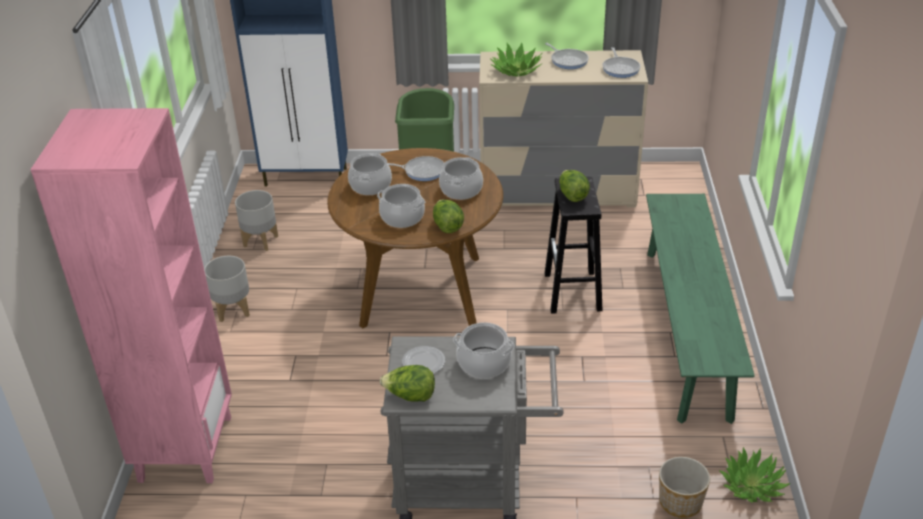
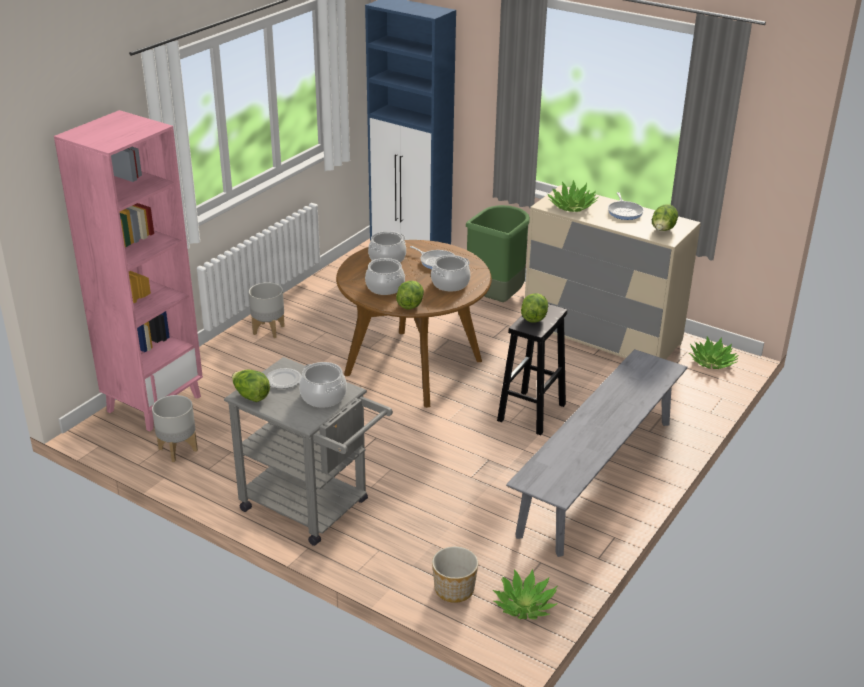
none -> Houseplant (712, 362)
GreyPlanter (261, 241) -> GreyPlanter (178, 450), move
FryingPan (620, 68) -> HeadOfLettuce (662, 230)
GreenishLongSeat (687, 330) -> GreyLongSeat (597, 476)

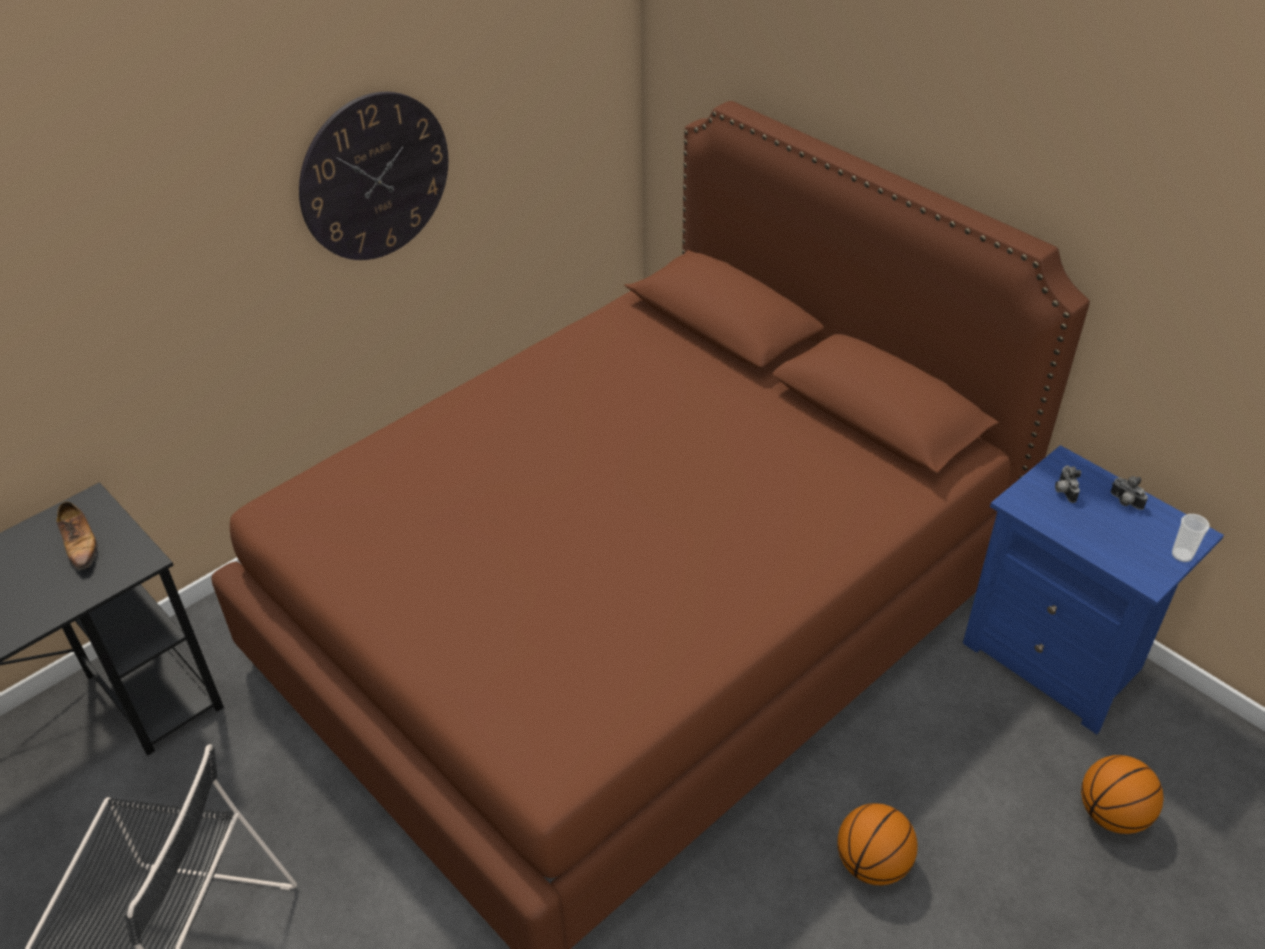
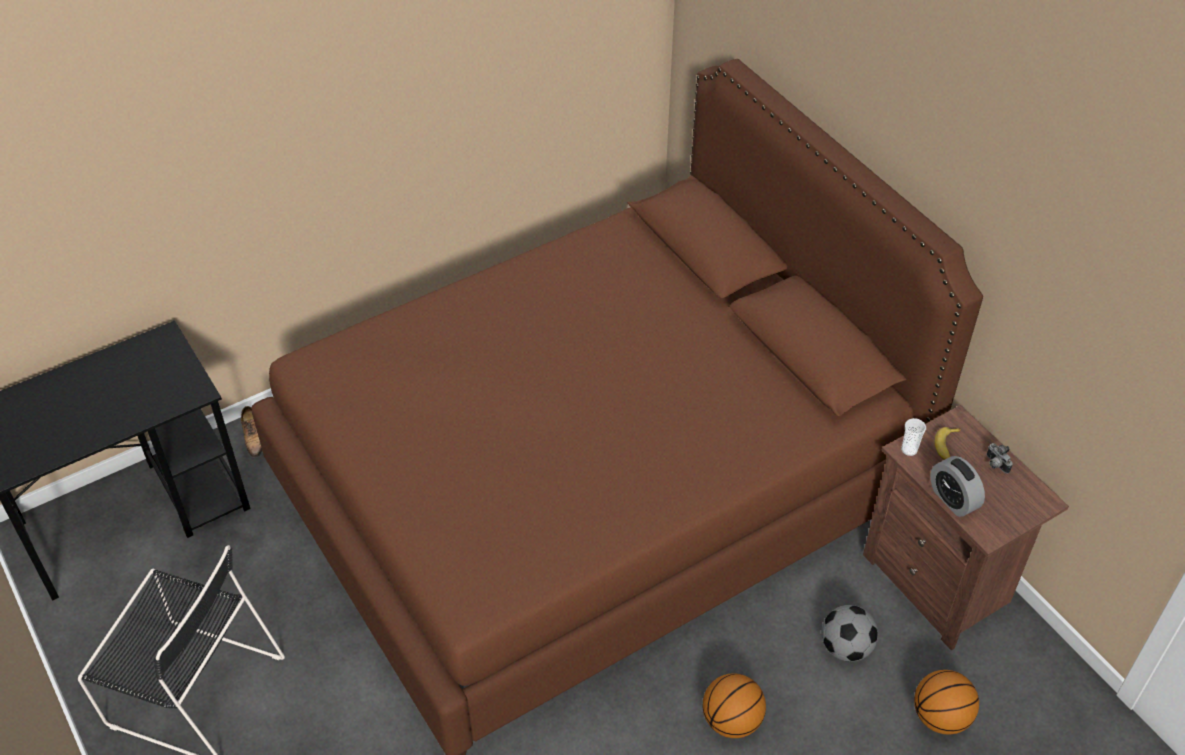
HangingClock (375, 177) -> none
none -> BallForFootball (845, 647)
none -> TableClock (953, 499)
LowShoe (80, 544) -> LowShoe (254, 437), move
DrinkingCup (1182, 555) -> DrinkingCup (909, 450), move
PhotoCamera (1063, 491) -> BananaFruit (947, 447)
BlueColouredNightTable (1058, 659) -> BrownColouredNightTable (940, 582)

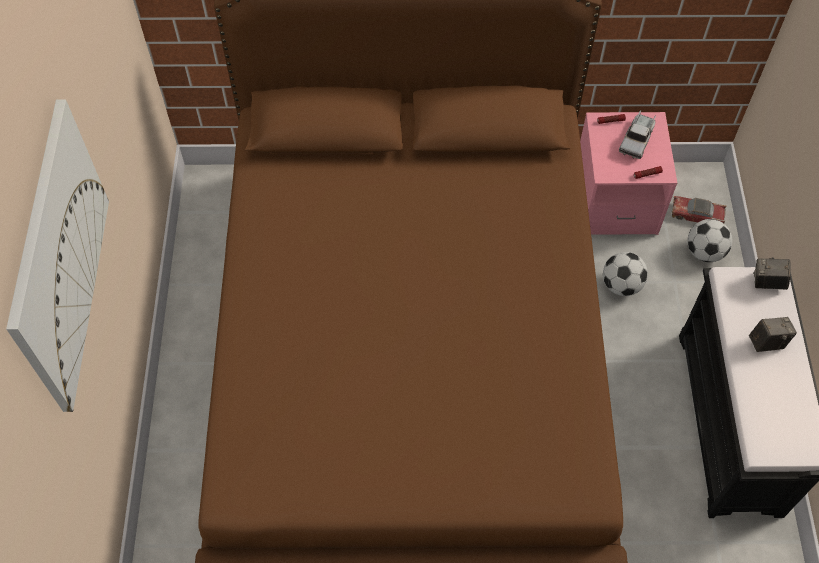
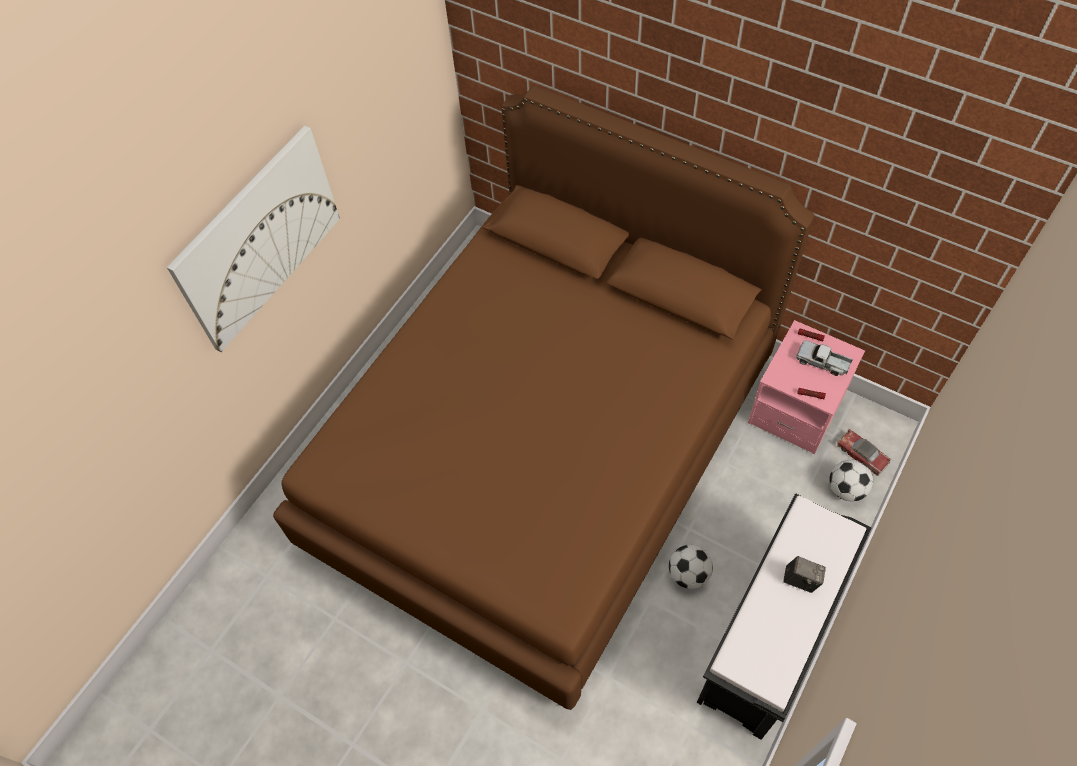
PhotoCamera (767, 282) -> none
BallForFootball (621, 285) -> BallForFootball (688, 574), move
ToyLorry (637, 139) -> ToyLorry (822, 362), 60 degrees clockwise

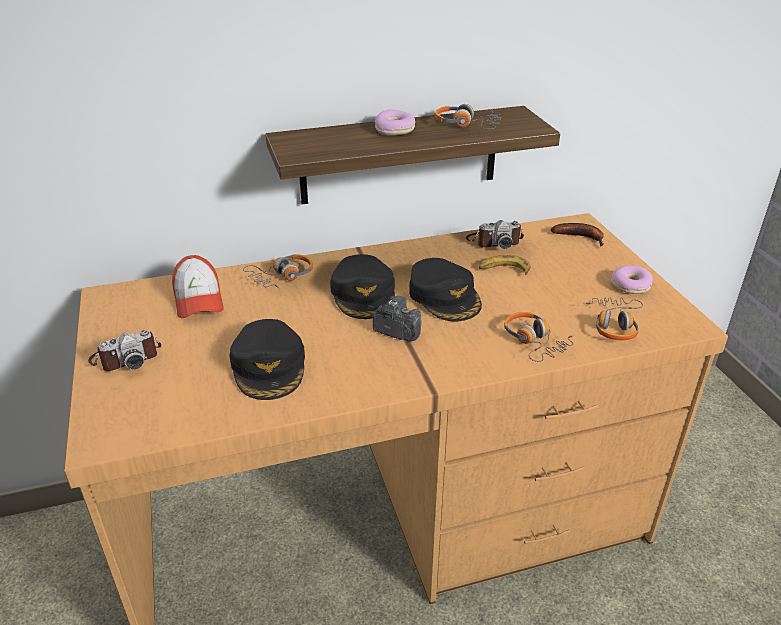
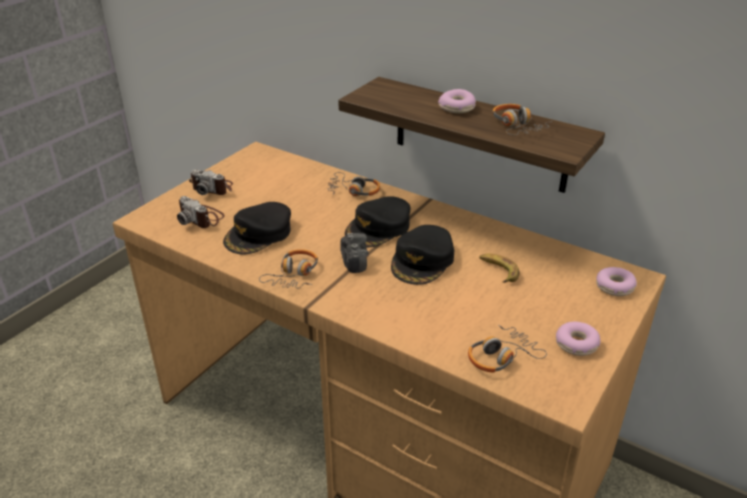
PeakedCap (198, 299) -> none
PhotoCamera (494, 241) -> PhotoCamera (201, 218), move
Headphones (534, 342) -> Headphones (294, 275), move
BananaFruit (581, 237) -> RingDoughnut (614, 287)

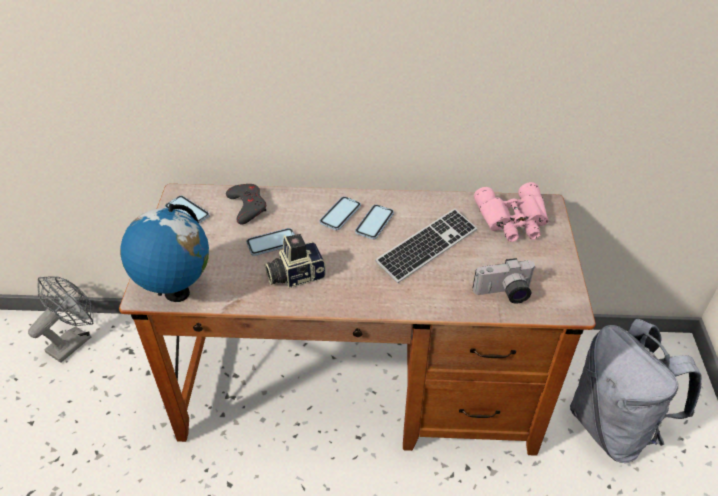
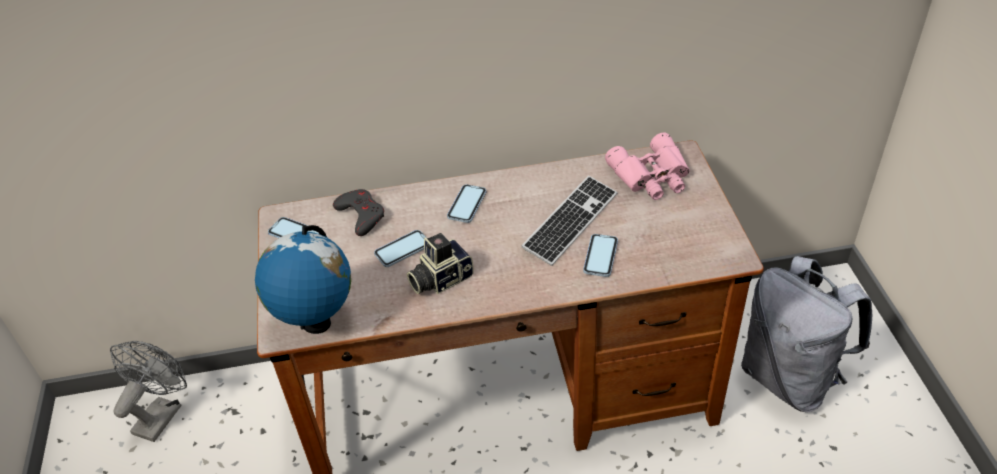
PhotoCamera (504, 294) -> none
Telephone (374, 223) -> Telephone (600, 256), move

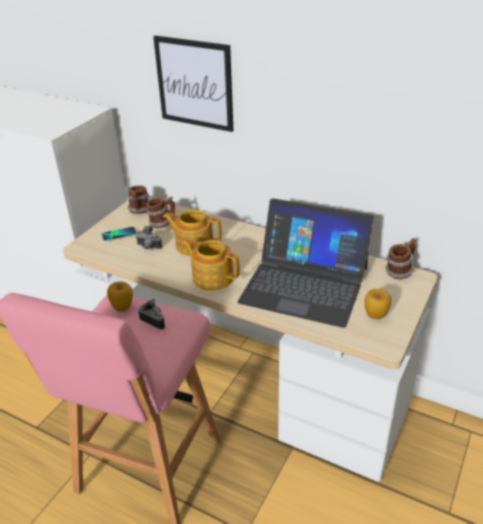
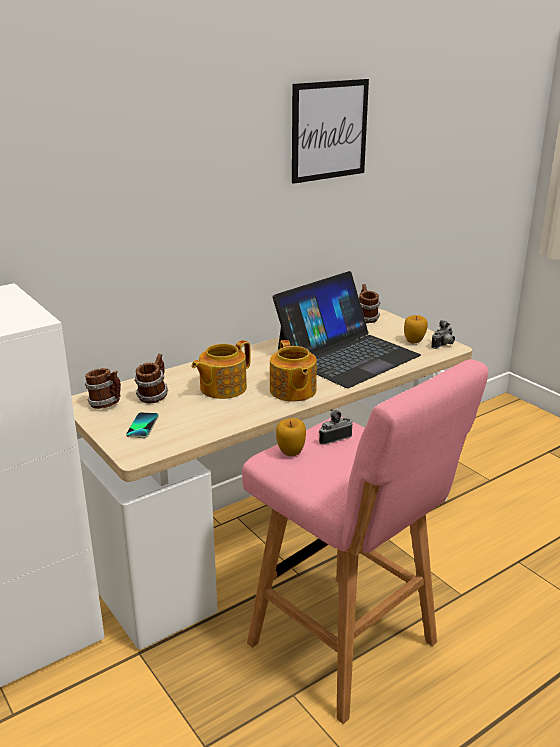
PhotoCamera (148, 247) -> PhotoCamera (443, 345), move
WallArt (194, 83) -> WallArt (329, 130), move
TeaPot (212, 277) -> TeaPot (292, 391), 75 degrees counterclockwise

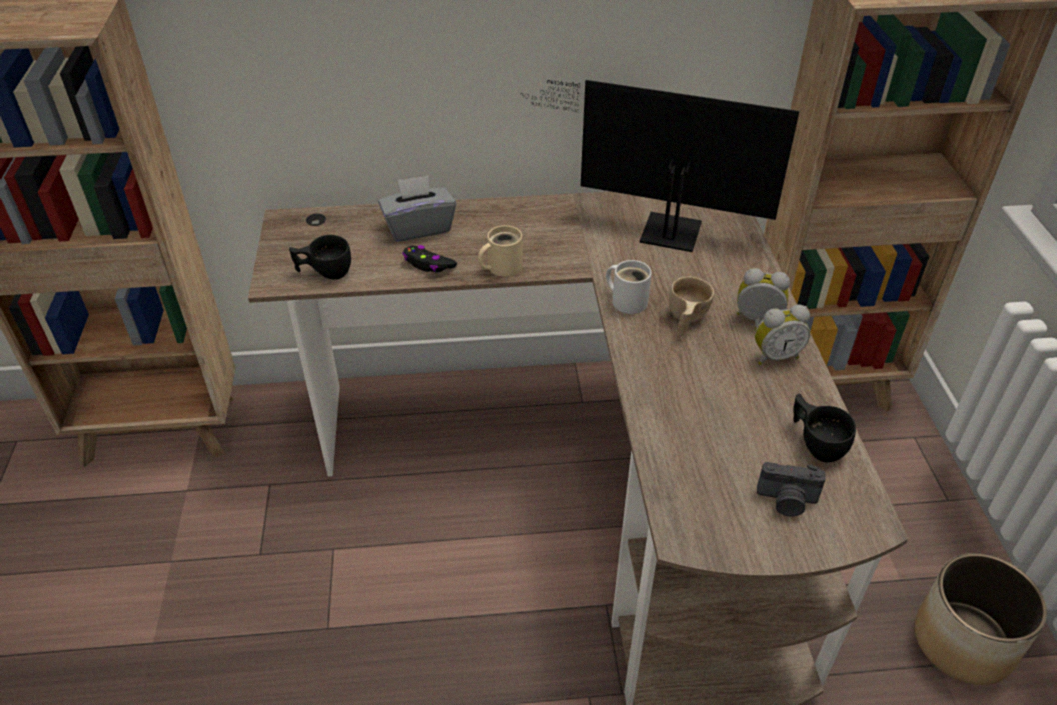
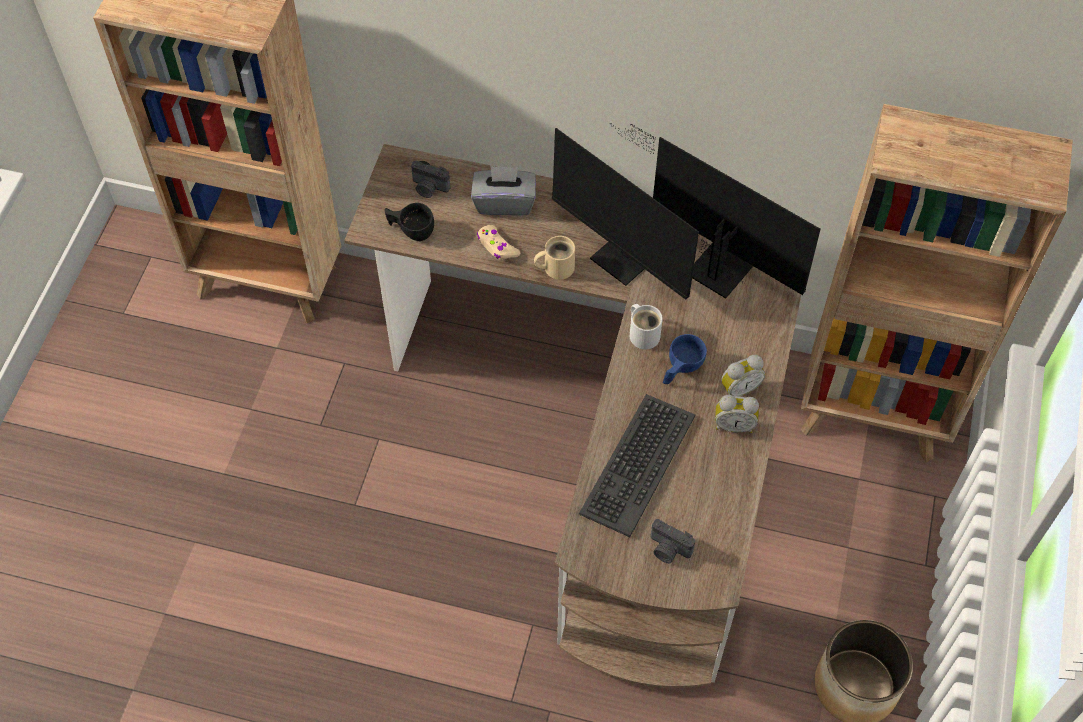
BlackColouredDrinkingCup (815, 442) -> none
none -> PhotoCamera (429, 188)
none -> ComputerDisplay (629, 264)
none -> Keyboard (636, 464)
BlackColouredJoypad (428, 264) -> SandColouredJoypad (497, 247)
SandColouredDrinkingCup (685, 321) -> BlueColouredDrinkingCup (680, 369)
TableClock (757, 322) -> TableClock (738, 388), 120 degrees clockwise

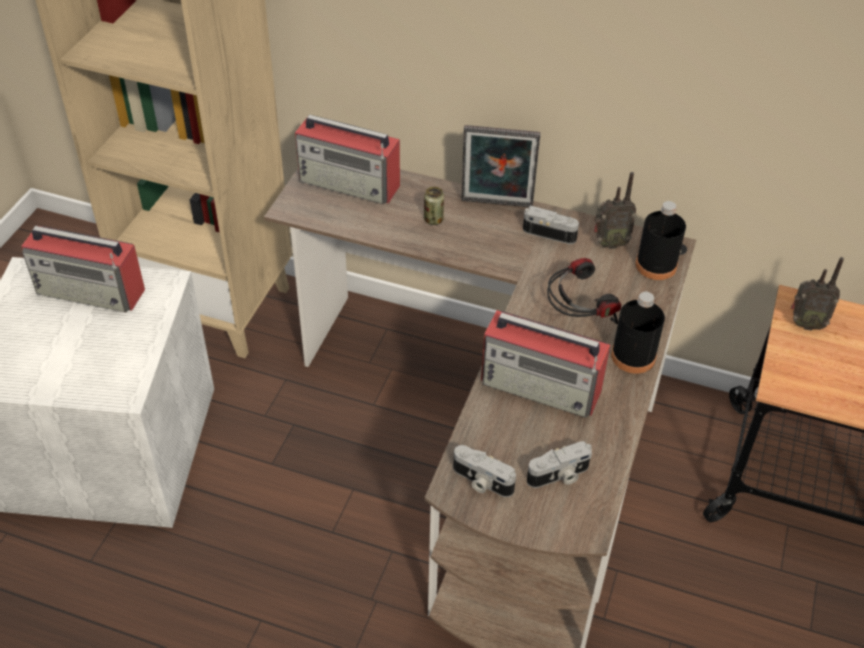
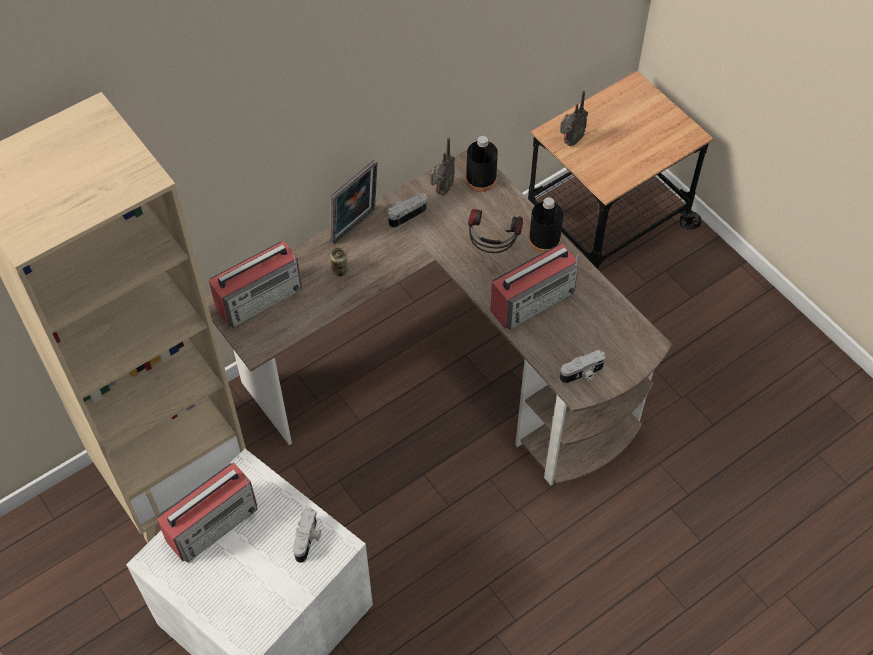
PhotoCamera (559, 476) -> PhotoCamera (308, 540), move

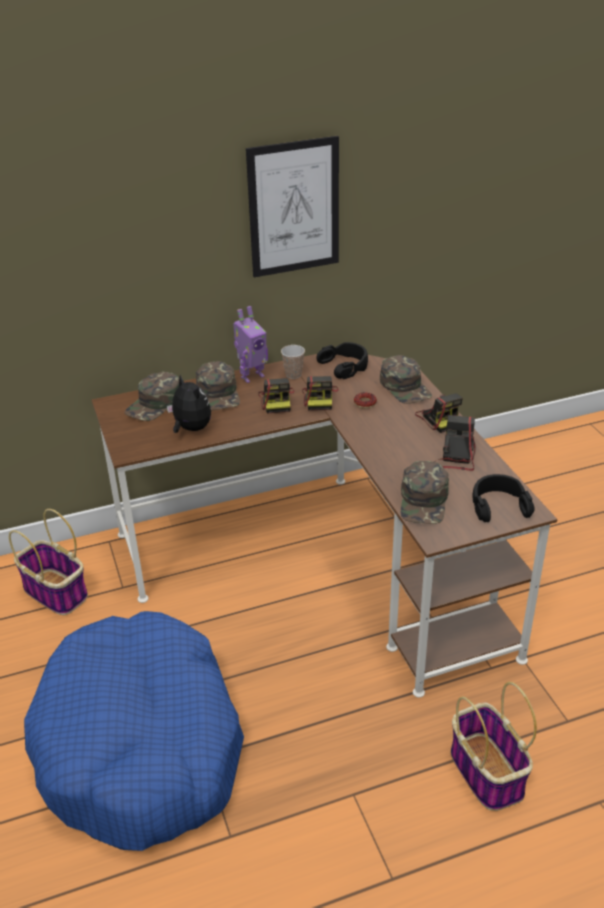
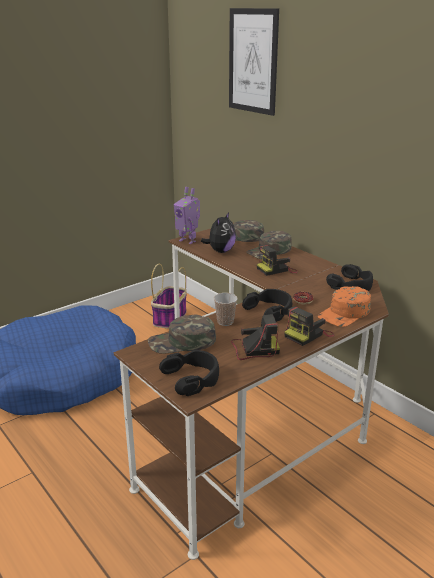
PhotoCamera (320, 398) -> none
StorageBasket (485, 771) -> none
none -> BlackColouredHeadphones (270, 311)
ToyRobot (251, 376) -> ToyRobot (188, 241), move
WallArt (294, 207) -> WallArt (253, 61), move
DrinkingCup (293, 374) -> DrinkingCup (225, 322), move
GreenishPeakedCap (405, 387) -> OrangePeakedCap (345, 313)

